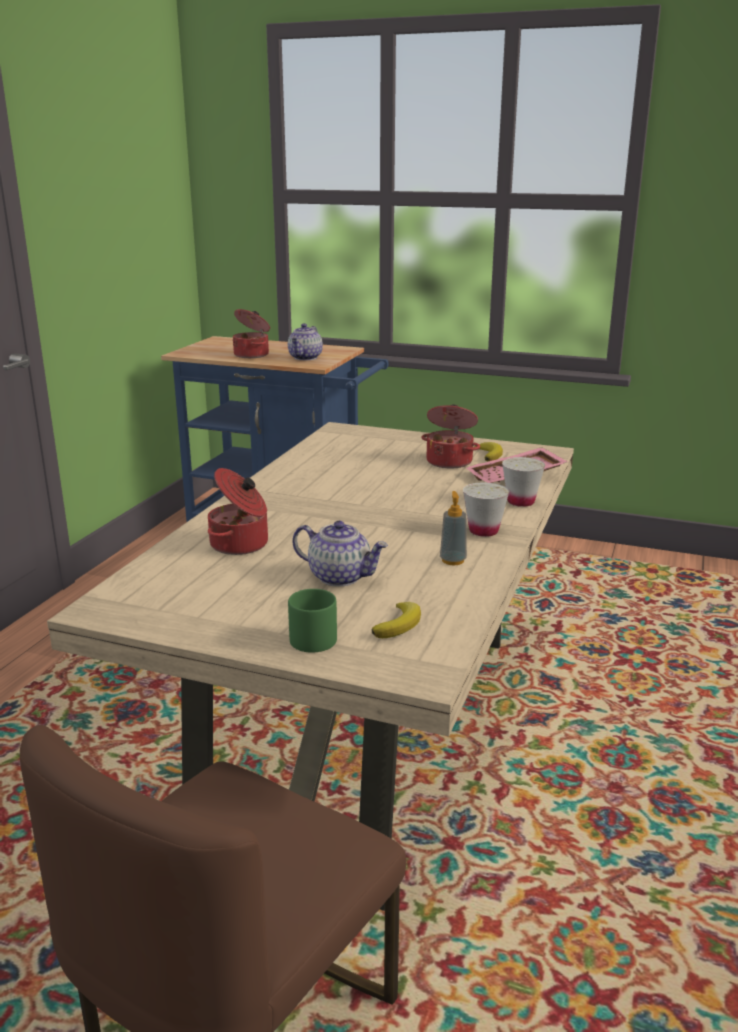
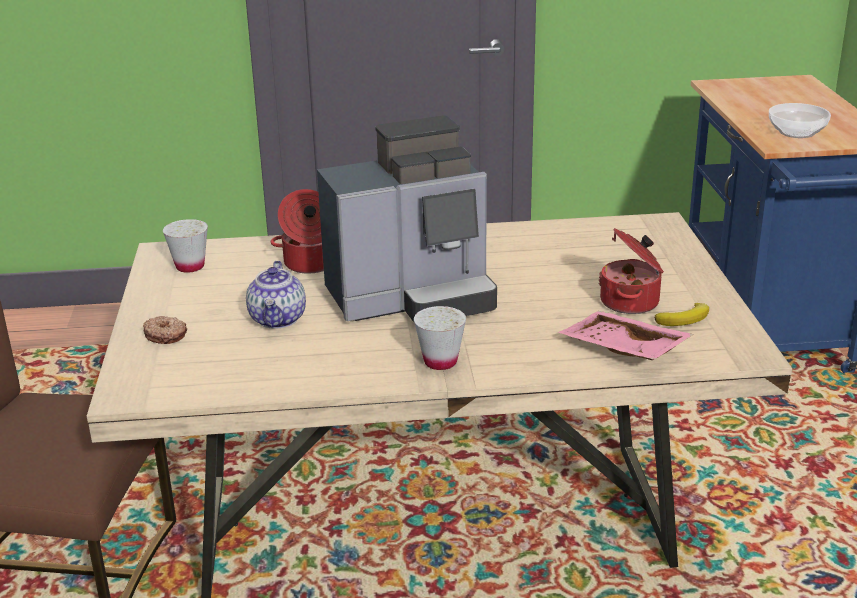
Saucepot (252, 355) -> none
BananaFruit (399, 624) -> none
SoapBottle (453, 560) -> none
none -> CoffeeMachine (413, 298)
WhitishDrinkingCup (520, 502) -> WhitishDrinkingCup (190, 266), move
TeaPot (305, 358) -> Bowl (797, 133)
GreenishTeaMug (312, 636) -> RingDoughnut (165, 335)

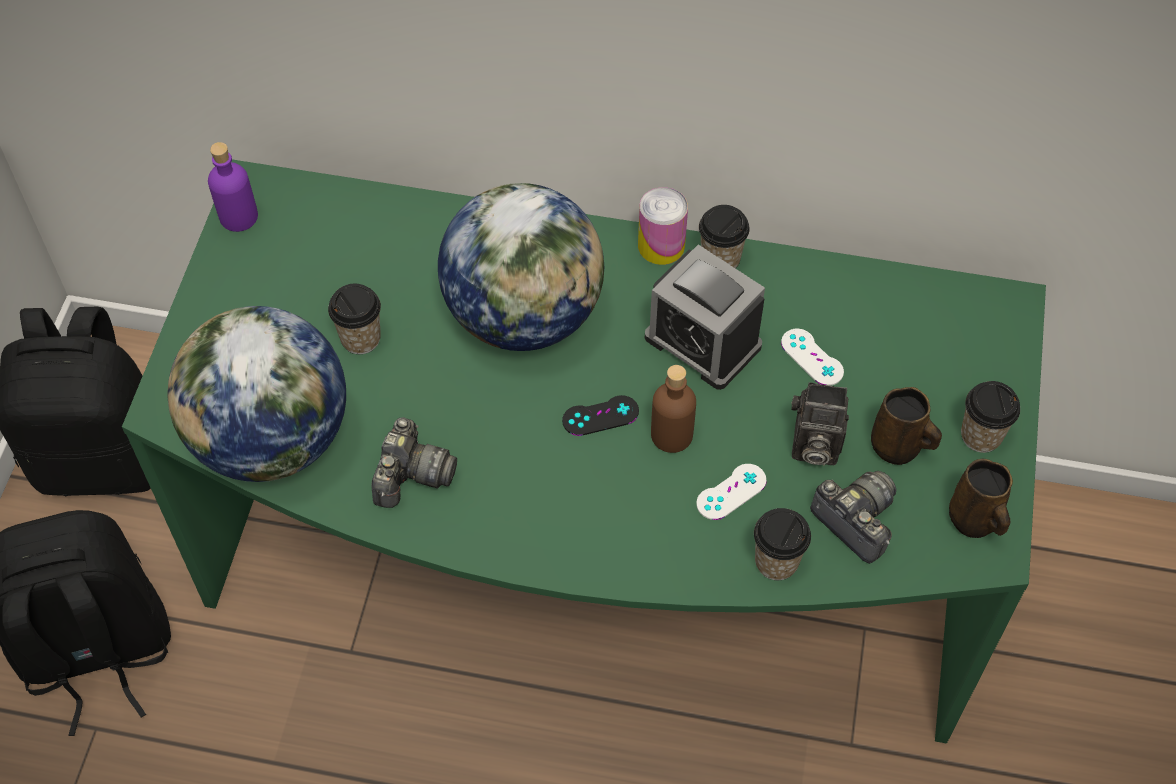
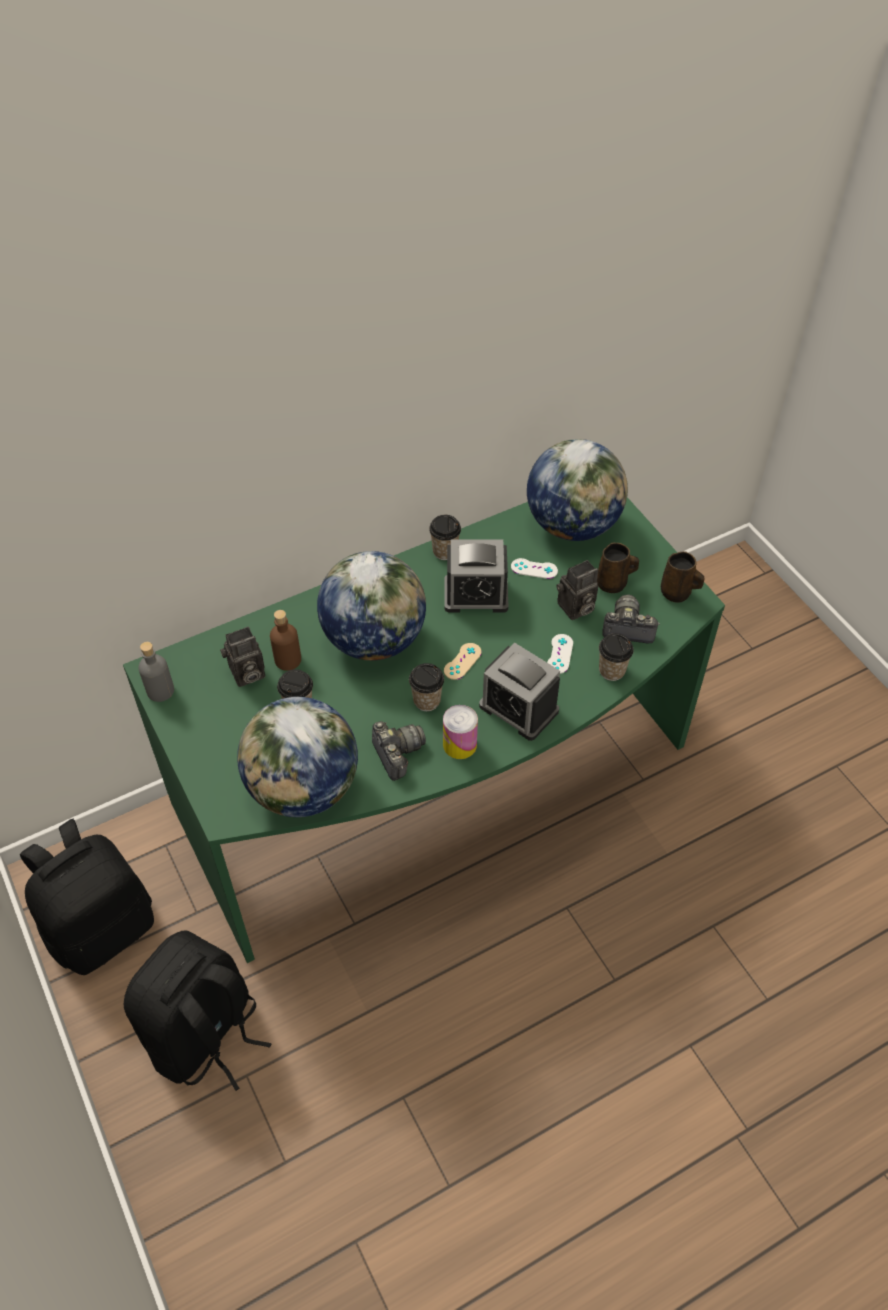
none -> PhotoCamera (246, 675)
none -> TableClock (518, 708)
none -> Globe (572, 525)
MetalCan (661, 246) -> MetalCan (459, 744), move
BrownColouredDrinkBottle (671, 435) -> BrownColouredDrinkBottle (287, 660), move
DrinkingCup (981, 435) -> DrinkingCup (427, 701), move
PurpleColouredDrinkBottle (238, 217) -> GreyDrinkBottle (160, 691)
BlackColouredJoypad (600, 416) -> SandColouredJoypad (462, 661)

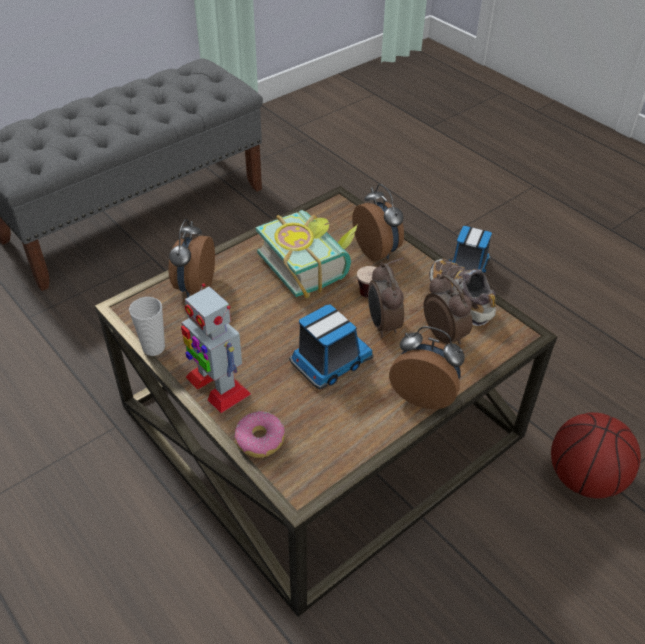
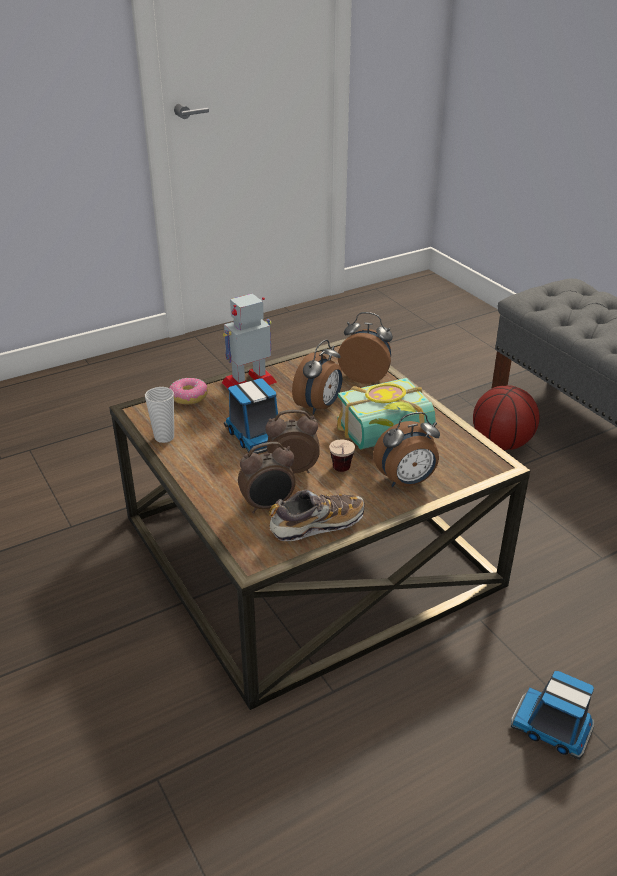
DrinkingCup (154, 348) -> DrinkingCup (164, 437), move
TableClock (424, 394) -> TableClock (319, 407), move
Basketball (585, 479) -> Basketball (500, 443), move

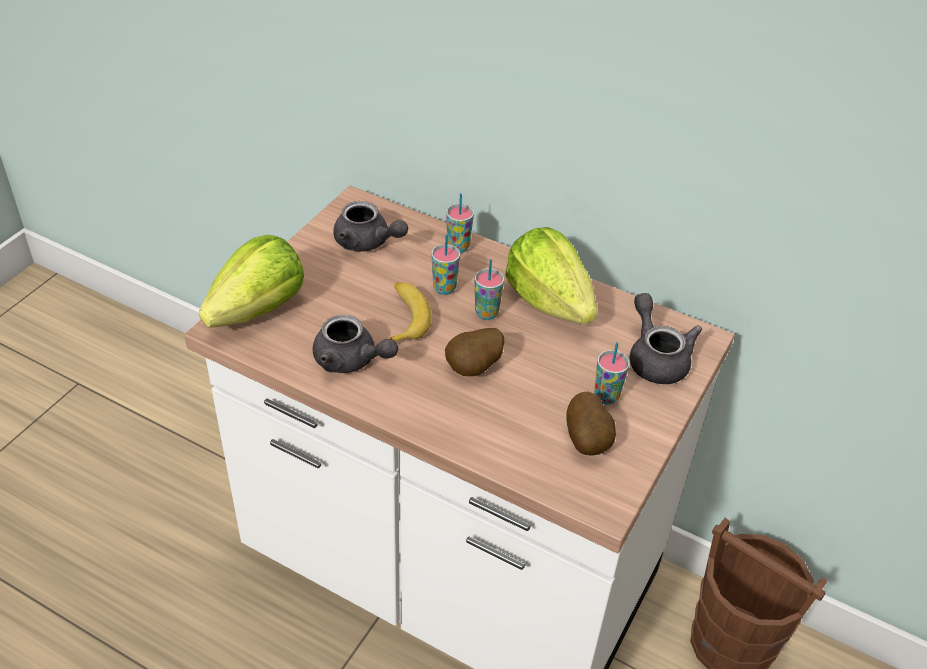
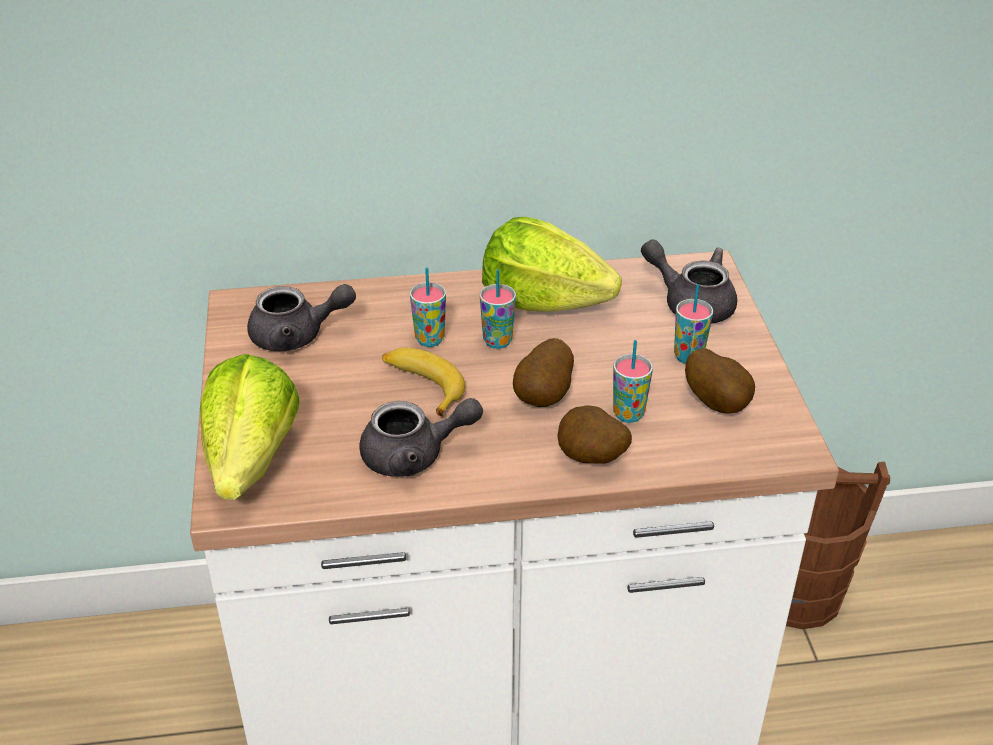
none -> Potato (590, 460)
DrinkingCup (458, 247) -> DrinkingCup (628, 414), move

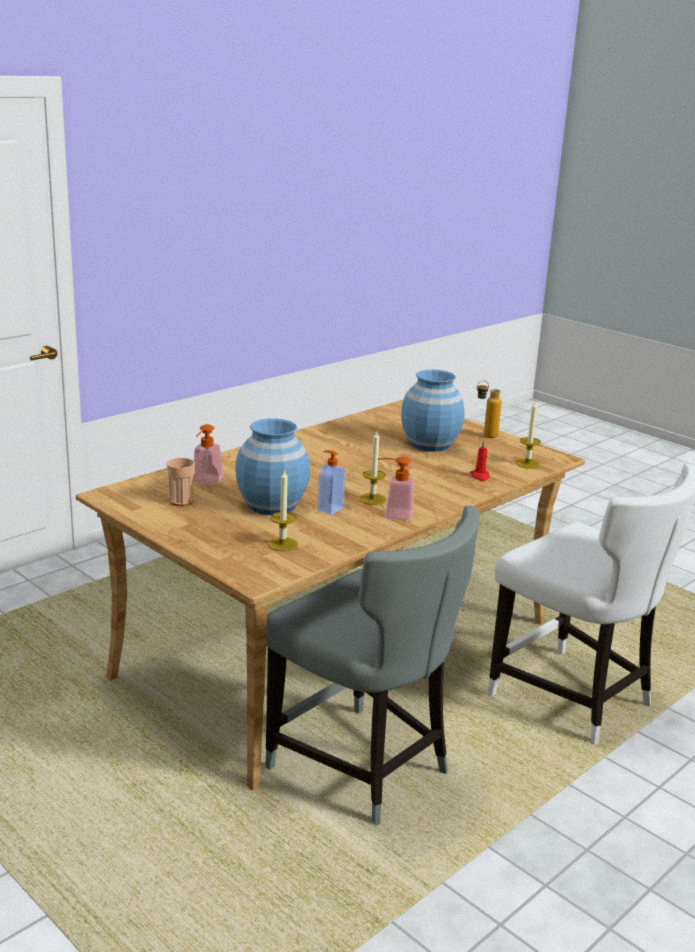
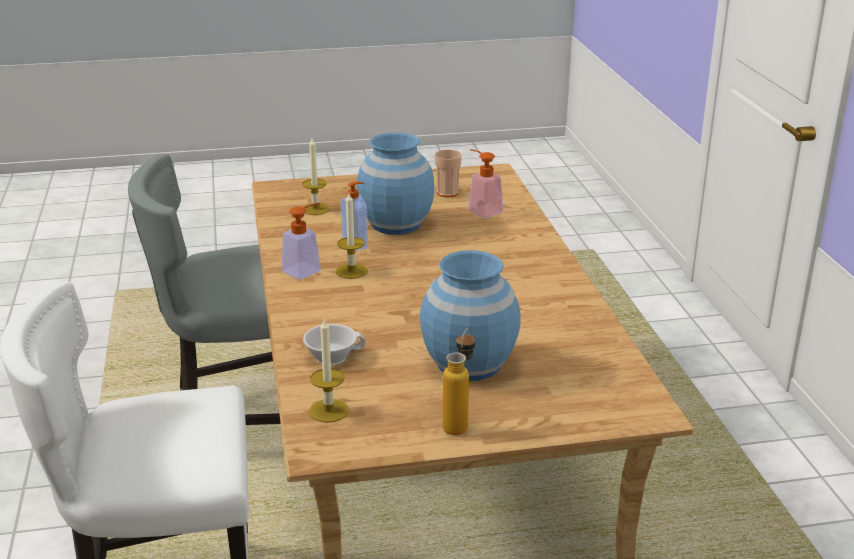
RedCandle (480, 476) -> WhitishDrinkingCup (332, 355)

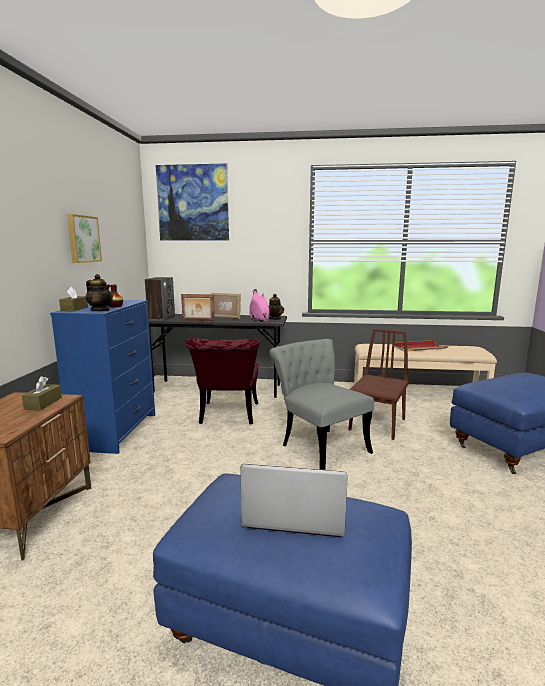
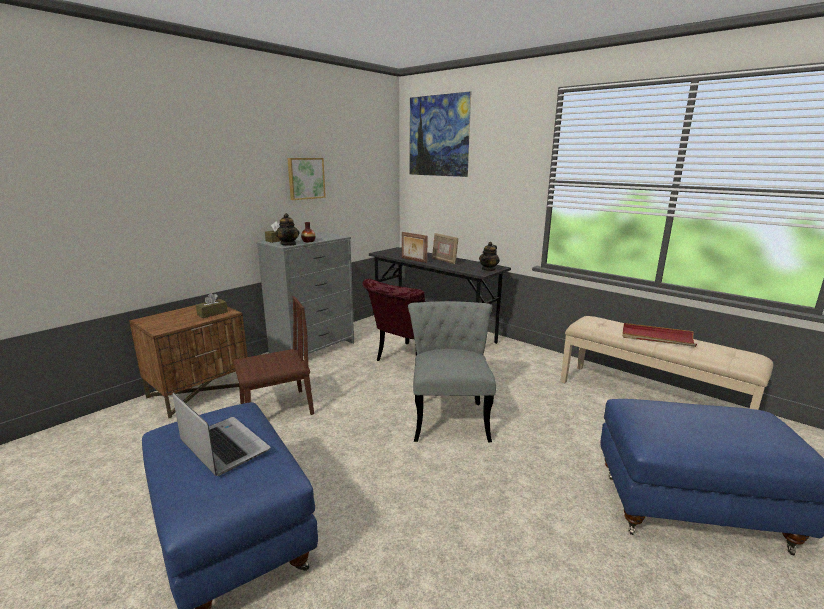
Speaker (161, 318) -> none
PinkVase (259, 320) -> none
BrownColouredUprightChair (377, 424) -> BrownColouredUprightChair (276, 409), move
BlueColouredDrawerChest (116, 431) -> GreyDrawerChest (313, 348)

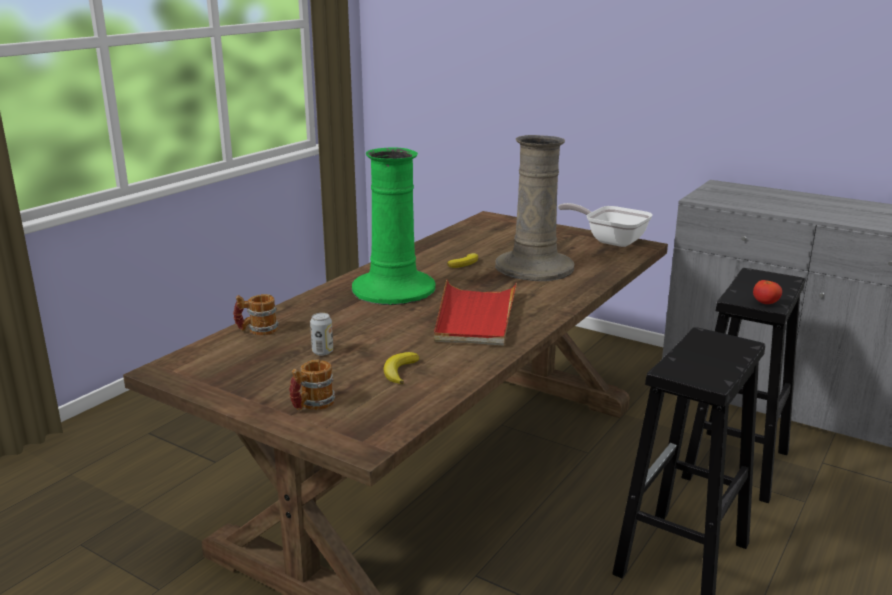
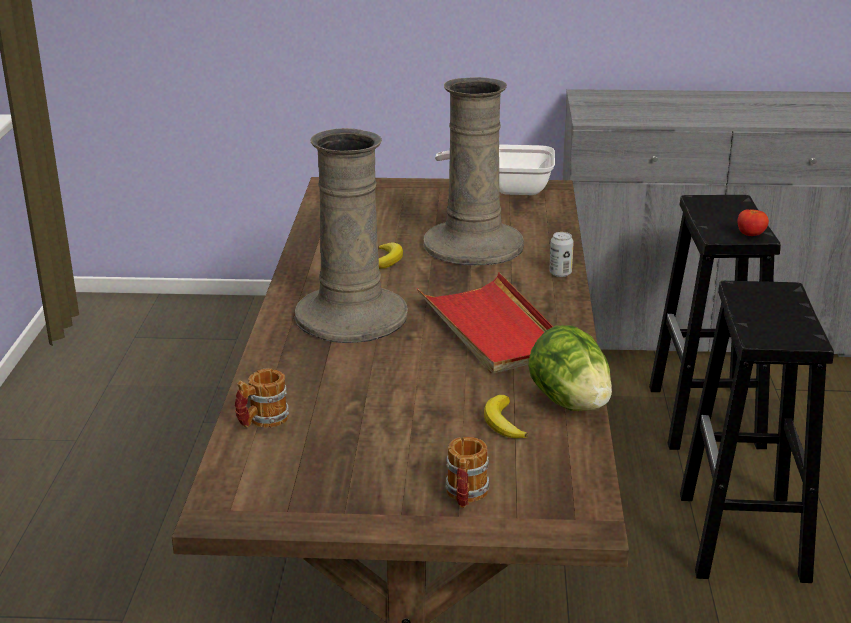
none -> HeadOfLettuce (569, 402)
MetalCan (322, 352) -> MetalCan (560, 273), move
GreenishVase (392, 289) -> SandColouredVase (350, 316)

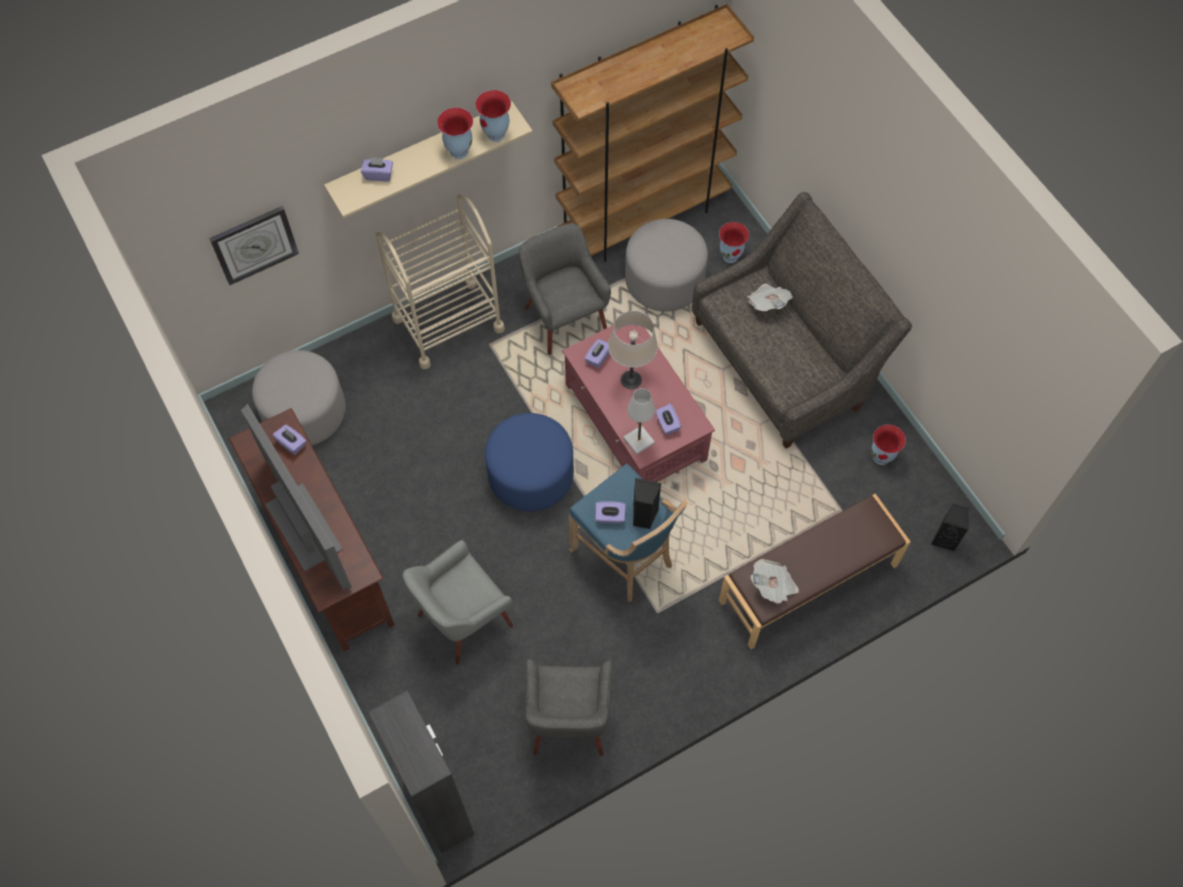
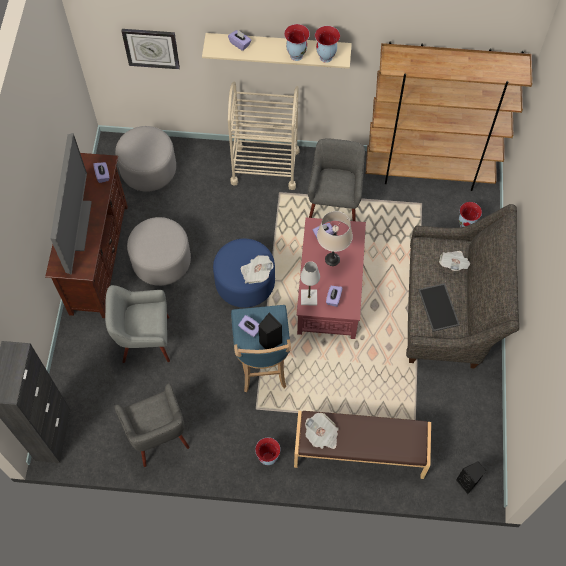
none -> Newspaper (256, 273)
none -> Tray (439, 307)
GreyPouffe (664, 281) -> GreyPouffe (161, 261), move
Vase (882, 457) -> Vase (268, 459), move
GreyEasyChair (569, 721) -> GreyEasyChair (158, 436), 60 degrees counterclockwise

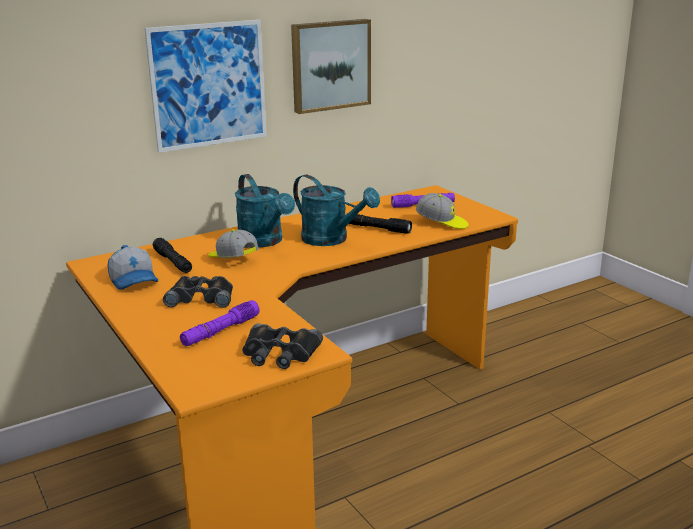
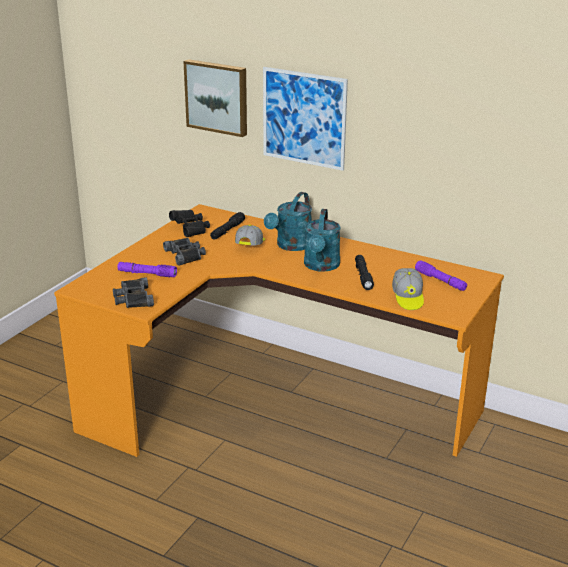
WallArt (330, 65) -> WallArt (217, 97), move
PeakedCap (134, 280) -> BlackColouredFieldGlasses (191, 230)

